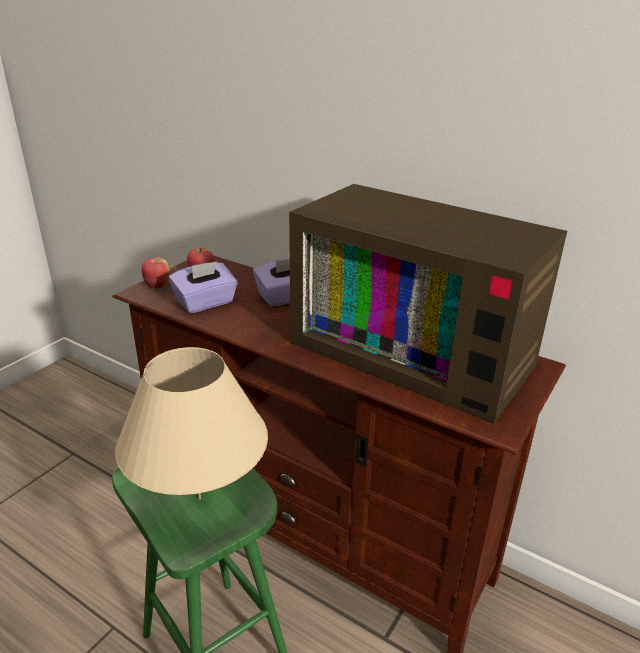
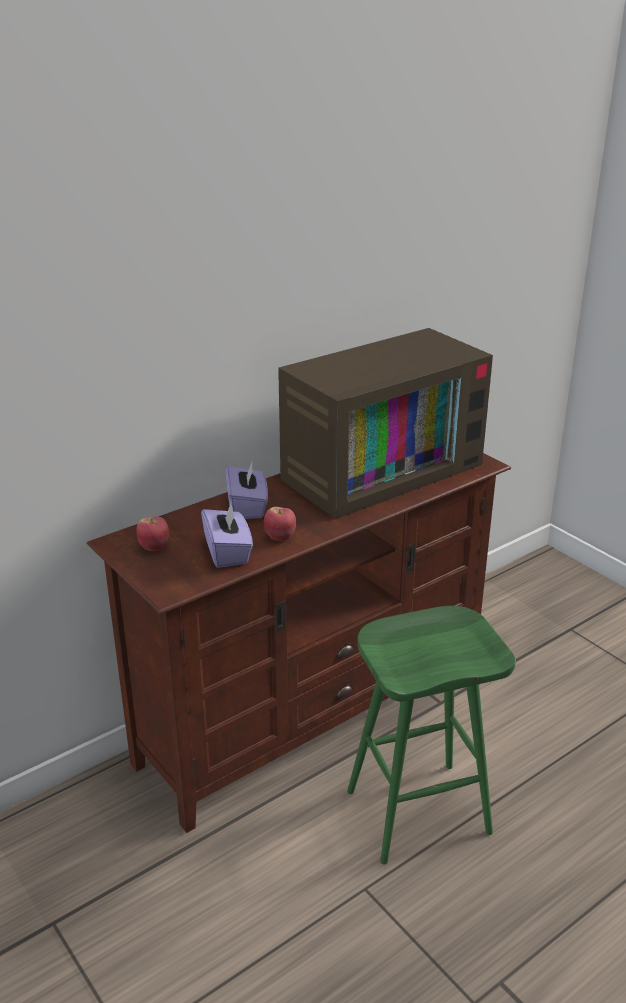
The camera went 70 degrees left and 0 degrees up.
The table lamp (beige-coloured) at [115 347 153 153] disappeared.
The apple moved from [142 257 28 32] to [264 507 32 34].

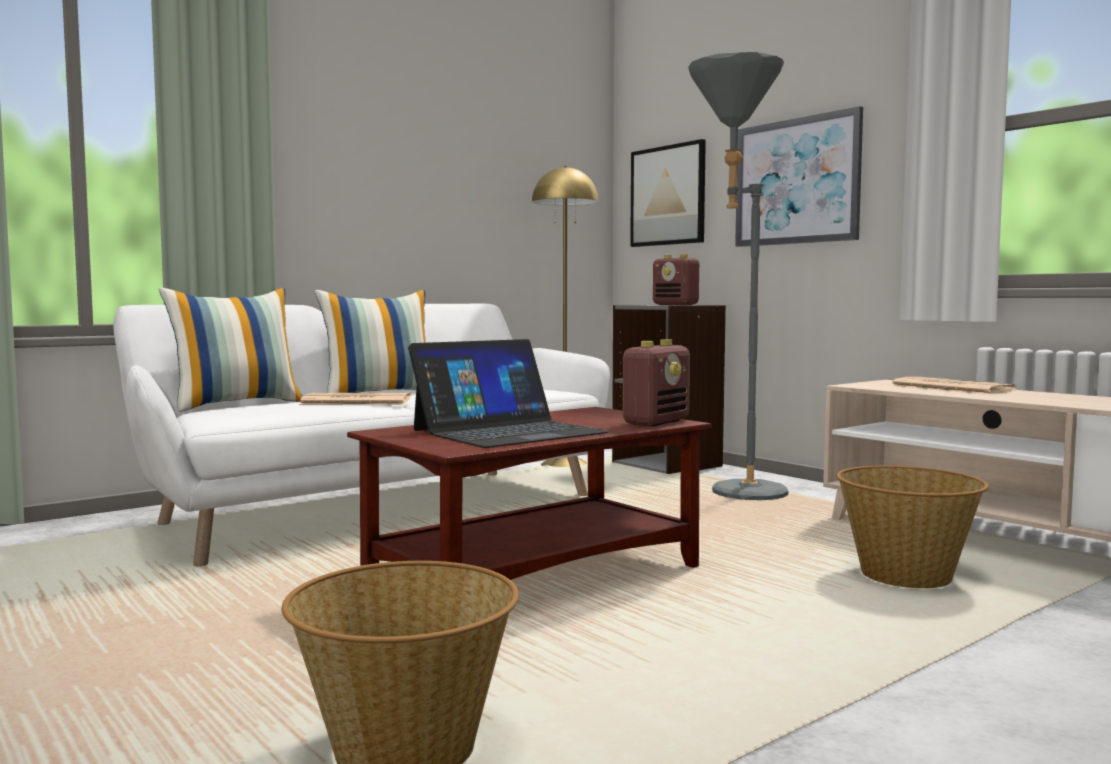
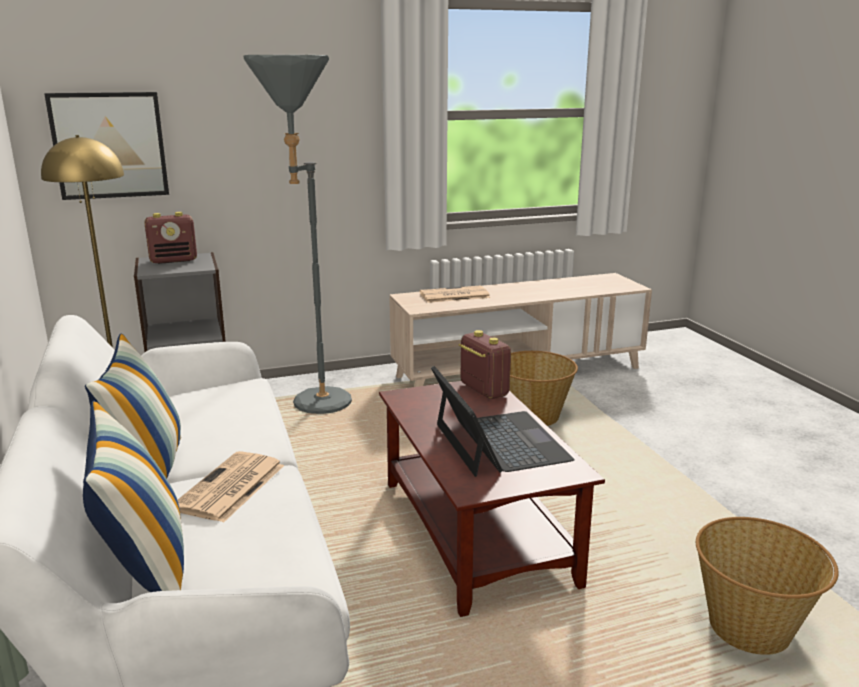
The camera went 70 degrees left and 15 degrees up.
The wall art at [735 106 128 141] disappeared.

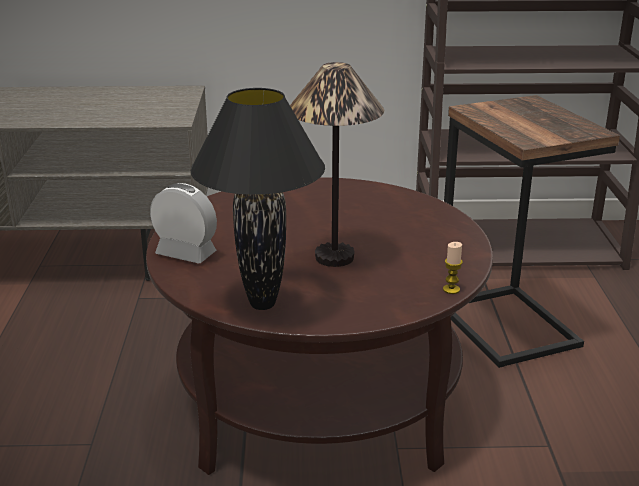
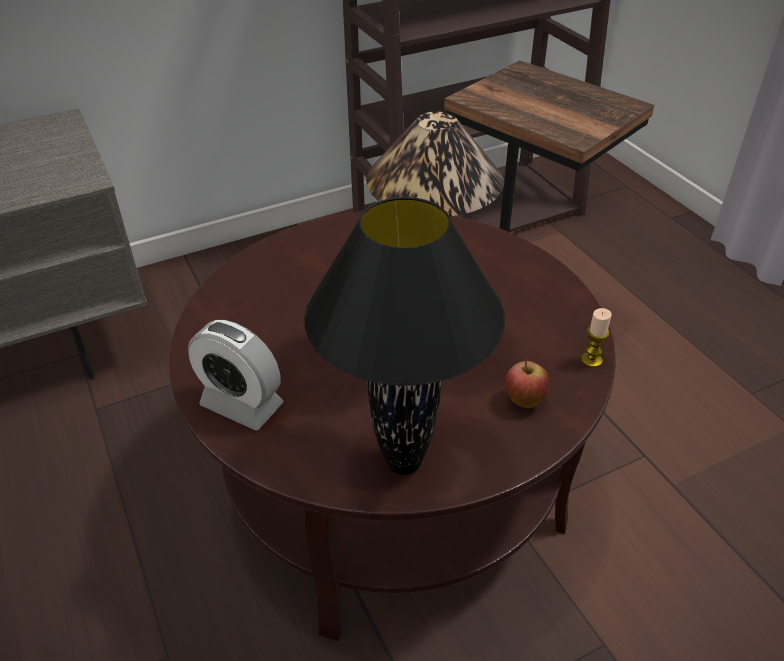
The camera went 25 degrees left and 15 degrees up.
The apple at [505 359 44 49] appeared.
The alarm clock at [150 183 67 80] turned 150 degrees counterclockwise.

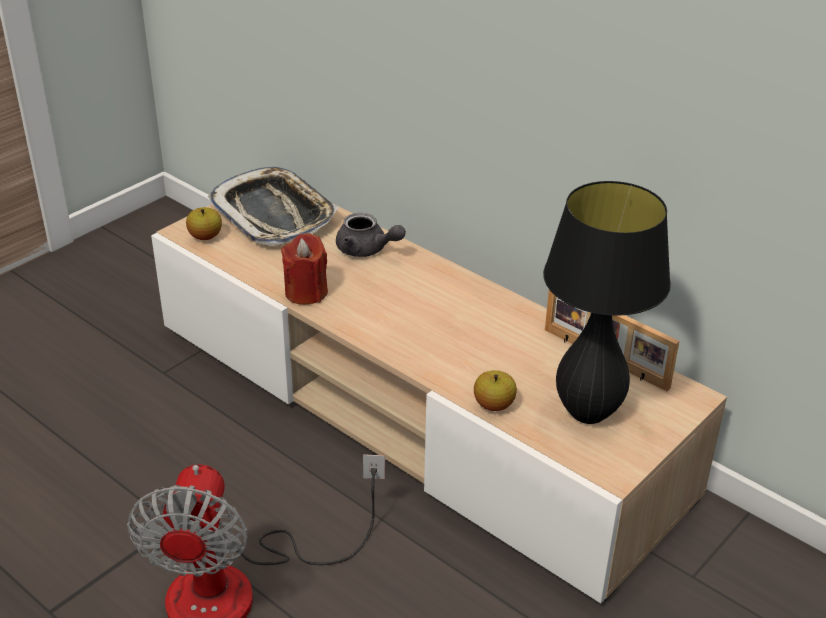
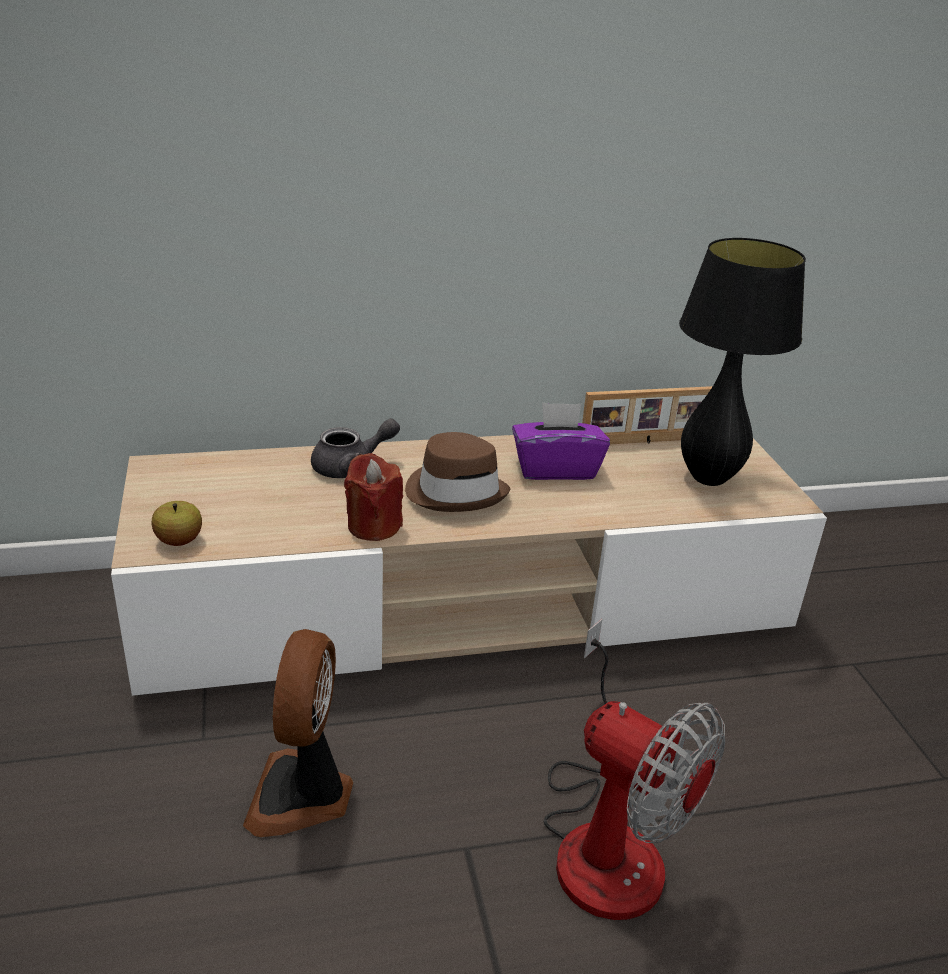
The camera went 55 degrees left and 5 degrees down.
The serving tray at [208 167 131 79] disappeared.
The apple at [474 370 43 41] disappeared.
The fan at [243 629 110 208] appeared.
The hat (brown-coloured) at [405 432 105 80] appeared.
The box of tissues (purple-coloured) at [512 402 98 78] appeared.

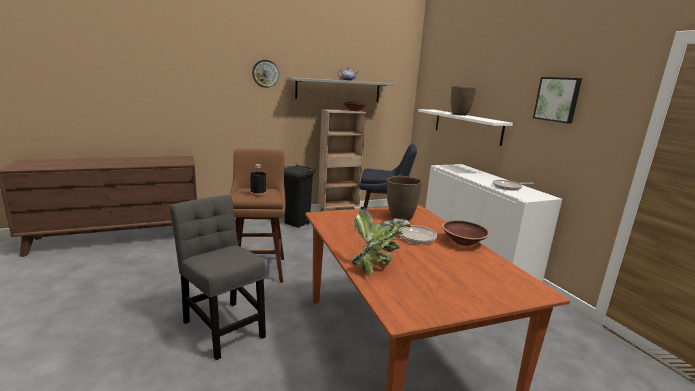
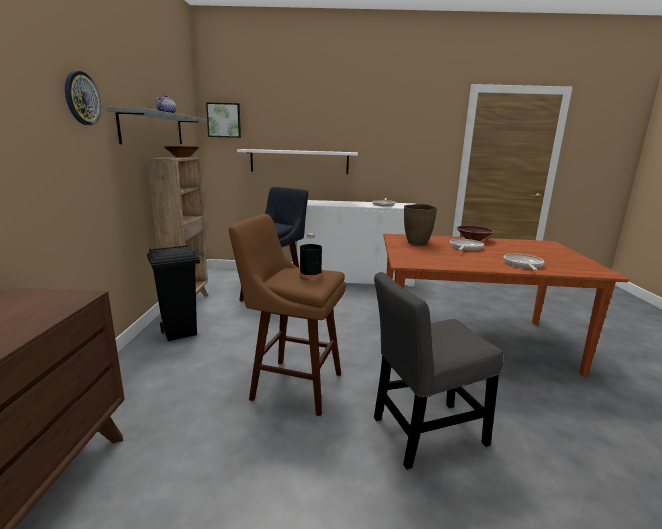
The camera went 65 degrees left and 0 degrees up.
The decorative vase (brown-coloured) at [451 86 25 30] disappeared.
The wall art moved from [533 77 49 47] to [206 102 35 36].
The plant in a pot at [352 207 58 68] was replaced by the frying pan at [504 254 40 16].

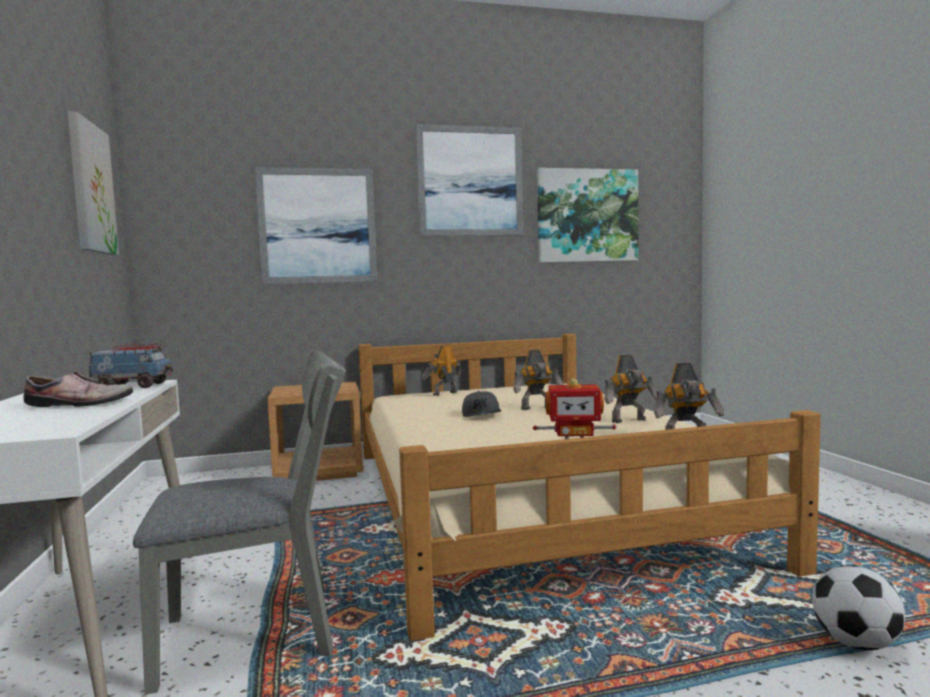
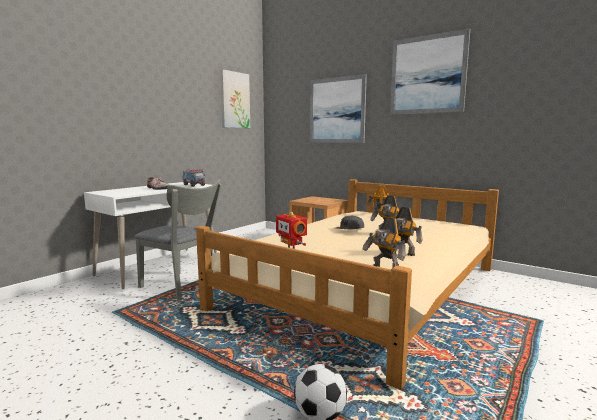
The camera went 50 degrees right and 5 degrees up.
The wall art at [537 168 101 95] disappeared.

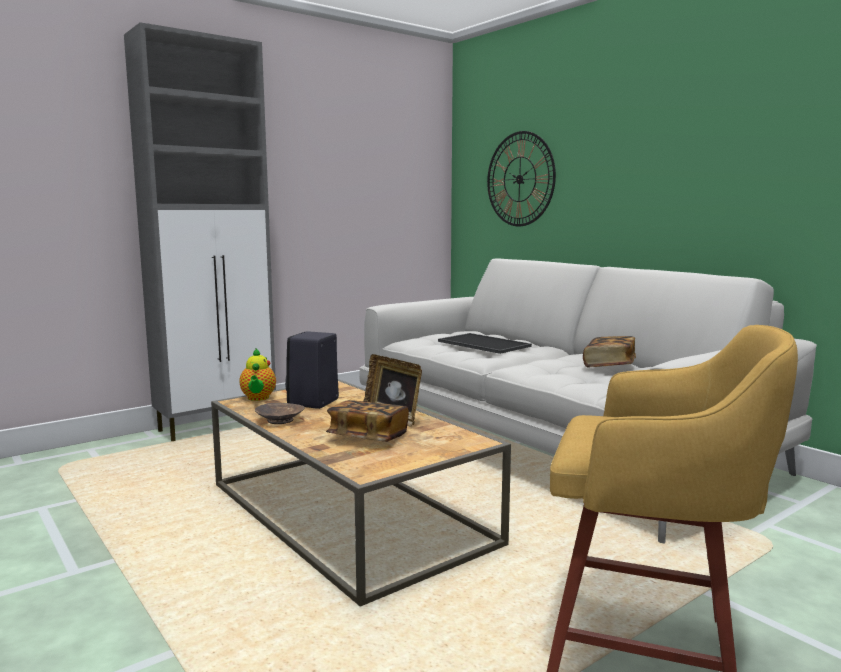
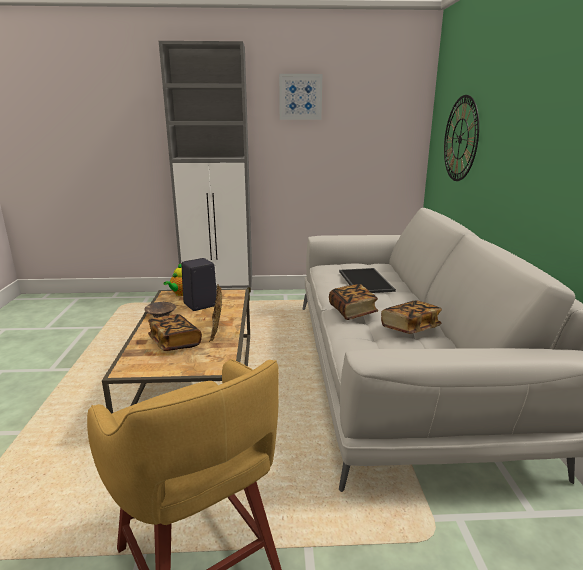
The camera went 35 degrees right and 10 degrees up.
The wall art at [279 74 43 46] appeared.
The bound book at [329 284 49 36] appeared.

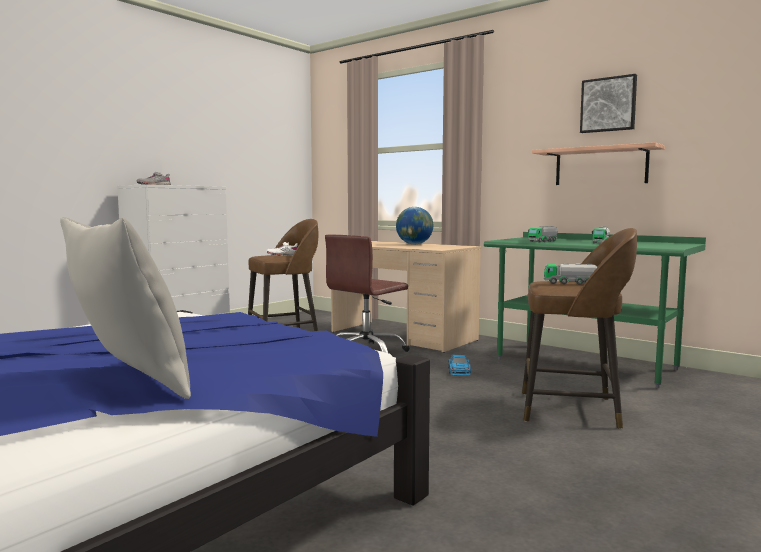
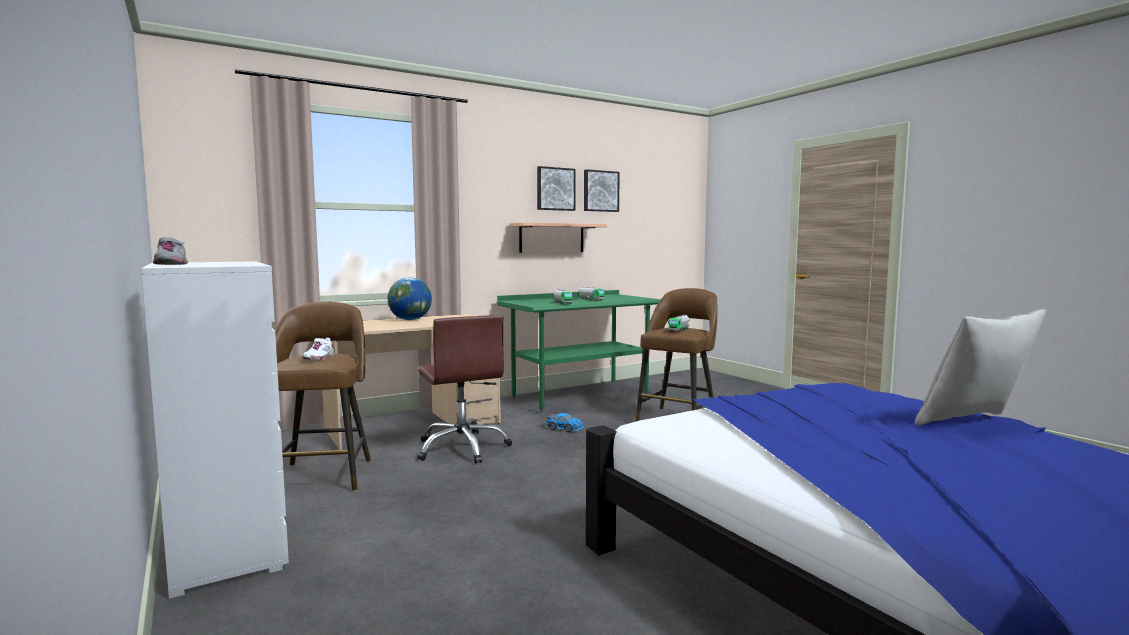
The camera went 70 degrees left and 0 degrees up.
The wall art at [584 169 36 43] appeared.

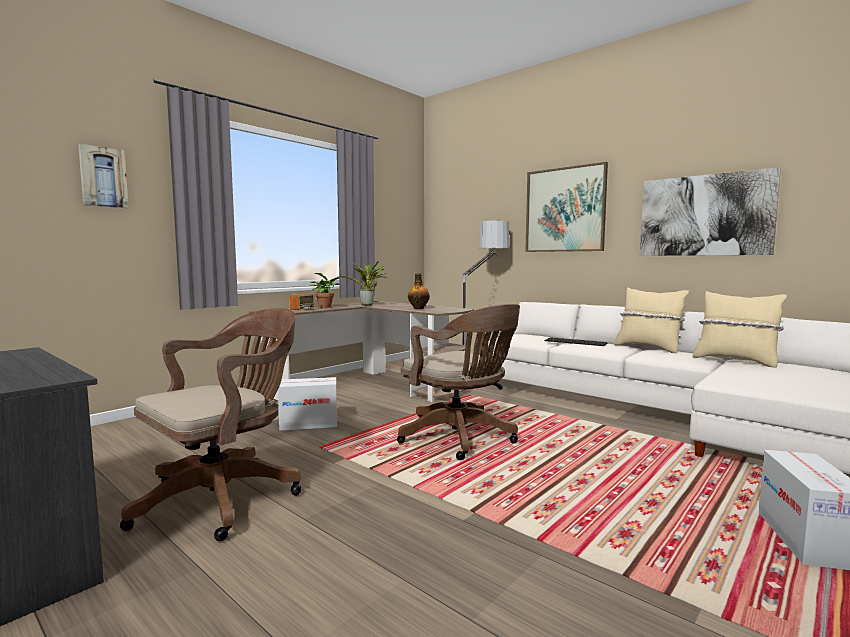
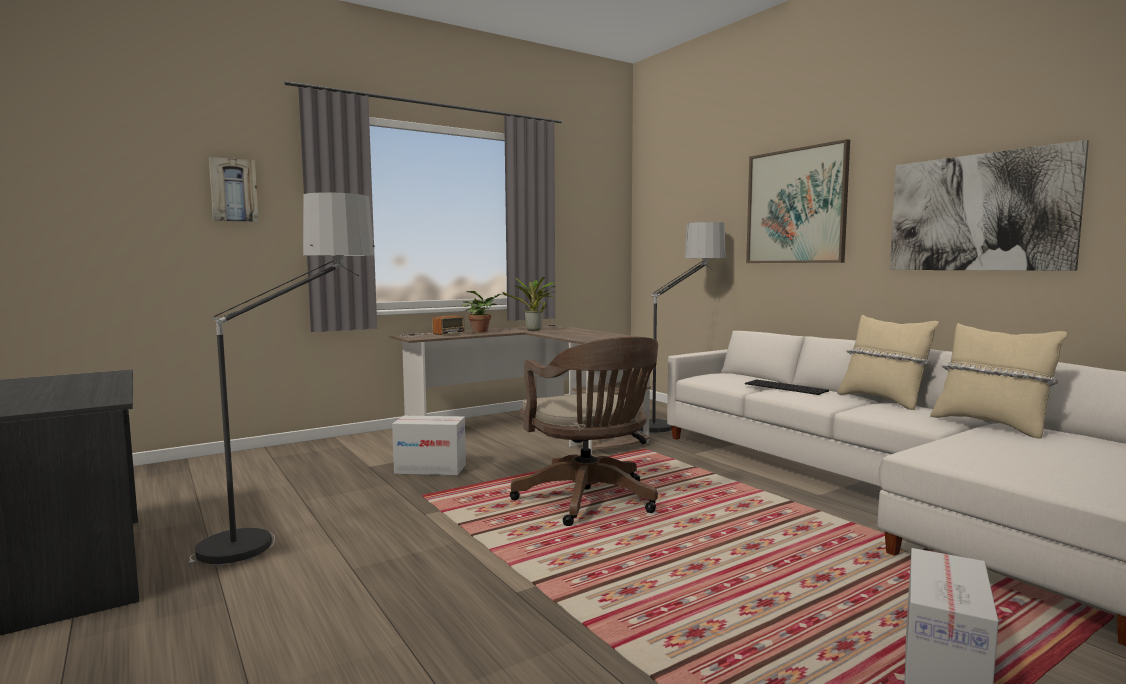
The camera went 15 degrees right and 0 degrees up.
The bottle at [408 273 22 36] disappeared.
The office chair (brown-coloured) at [120 308 182 233] was replaced by the standing lamp at [188 192 187 374].

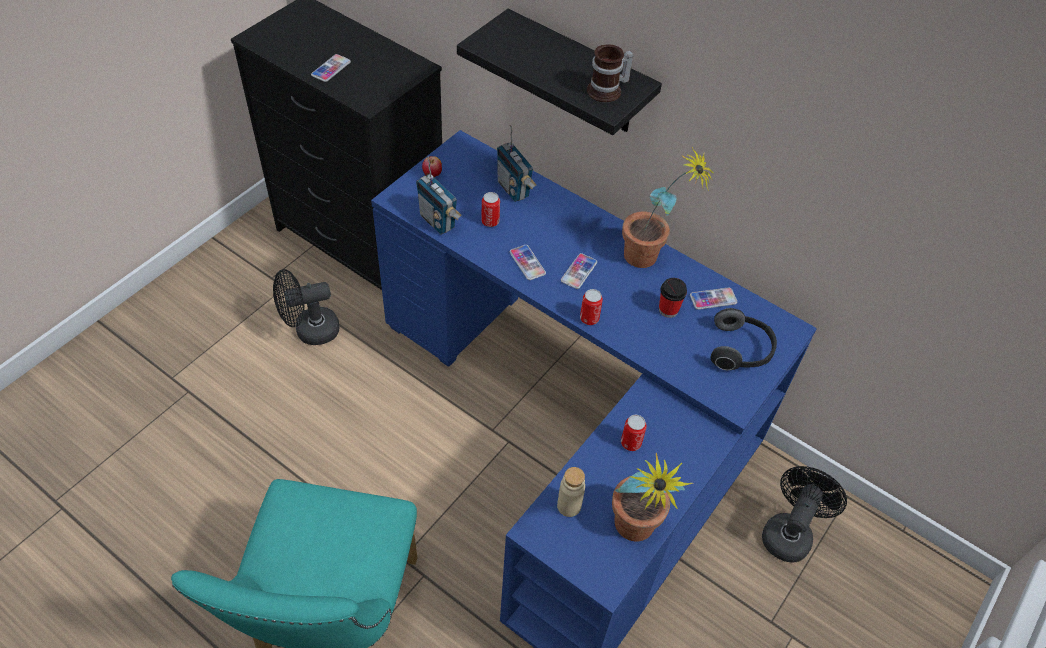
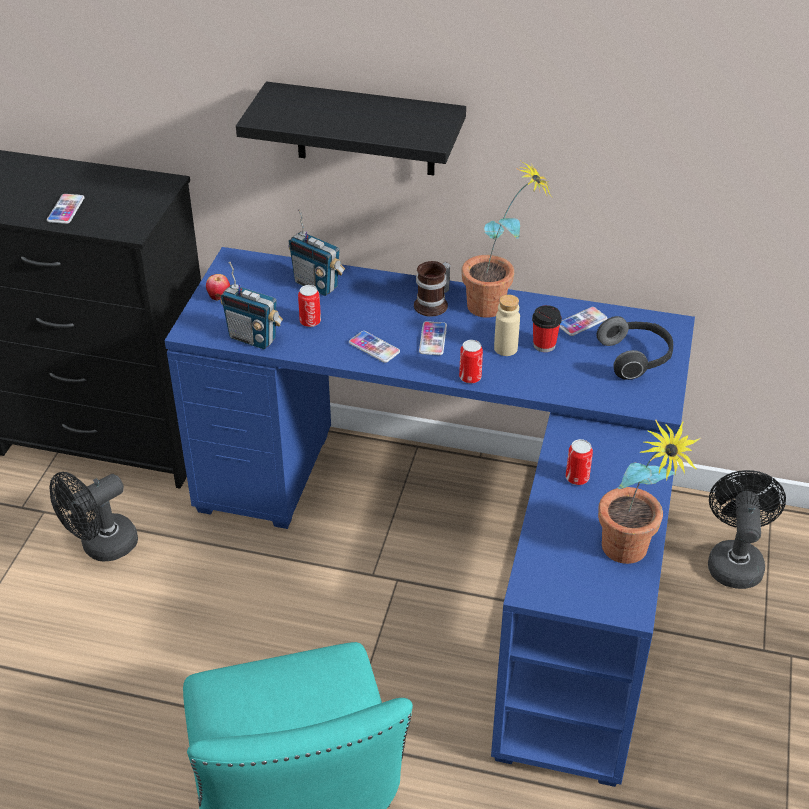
The camera went 20 degrees left and 10 degrees down.
The bottle (beige-coloured) moved from [557 467 28 50] to [494 295 26 61].
The mug moved from [587 45 47 57] to [414 261 37 56].

